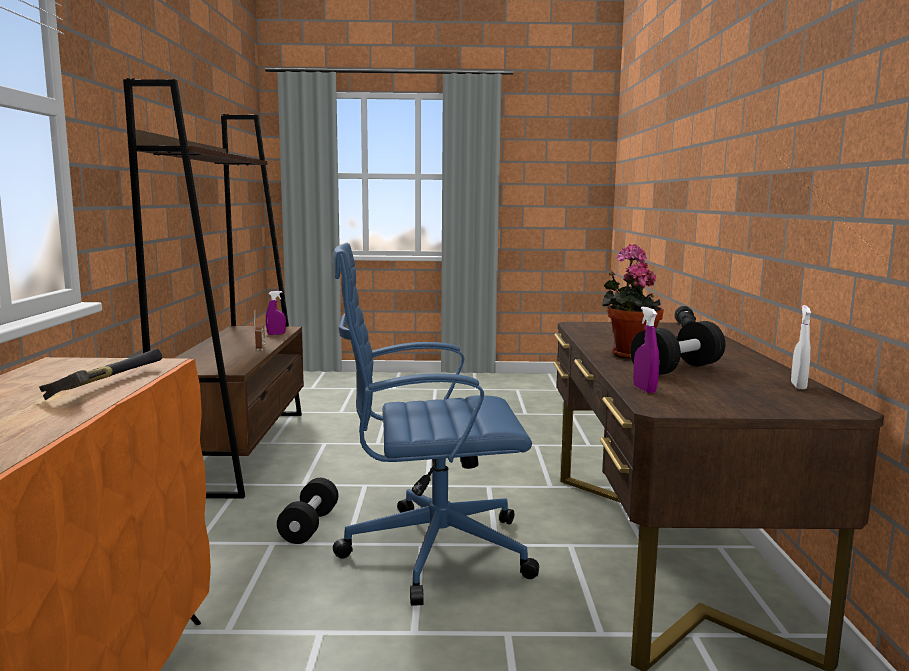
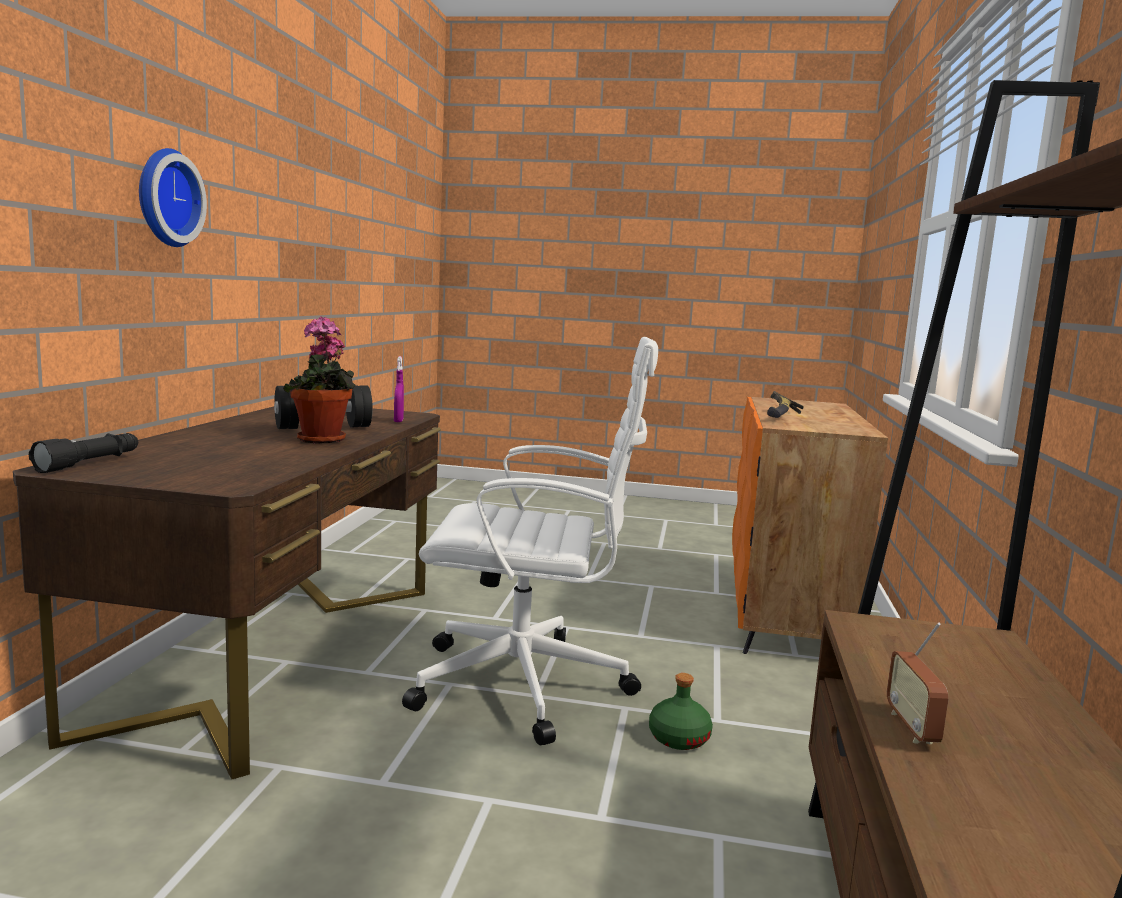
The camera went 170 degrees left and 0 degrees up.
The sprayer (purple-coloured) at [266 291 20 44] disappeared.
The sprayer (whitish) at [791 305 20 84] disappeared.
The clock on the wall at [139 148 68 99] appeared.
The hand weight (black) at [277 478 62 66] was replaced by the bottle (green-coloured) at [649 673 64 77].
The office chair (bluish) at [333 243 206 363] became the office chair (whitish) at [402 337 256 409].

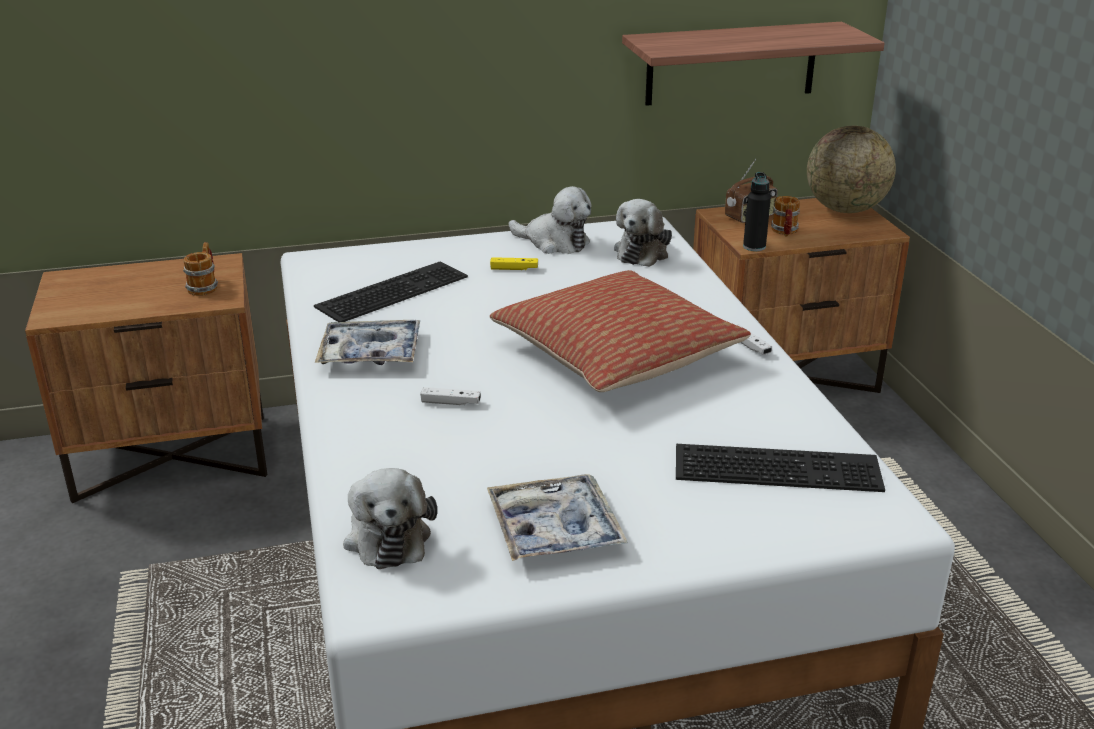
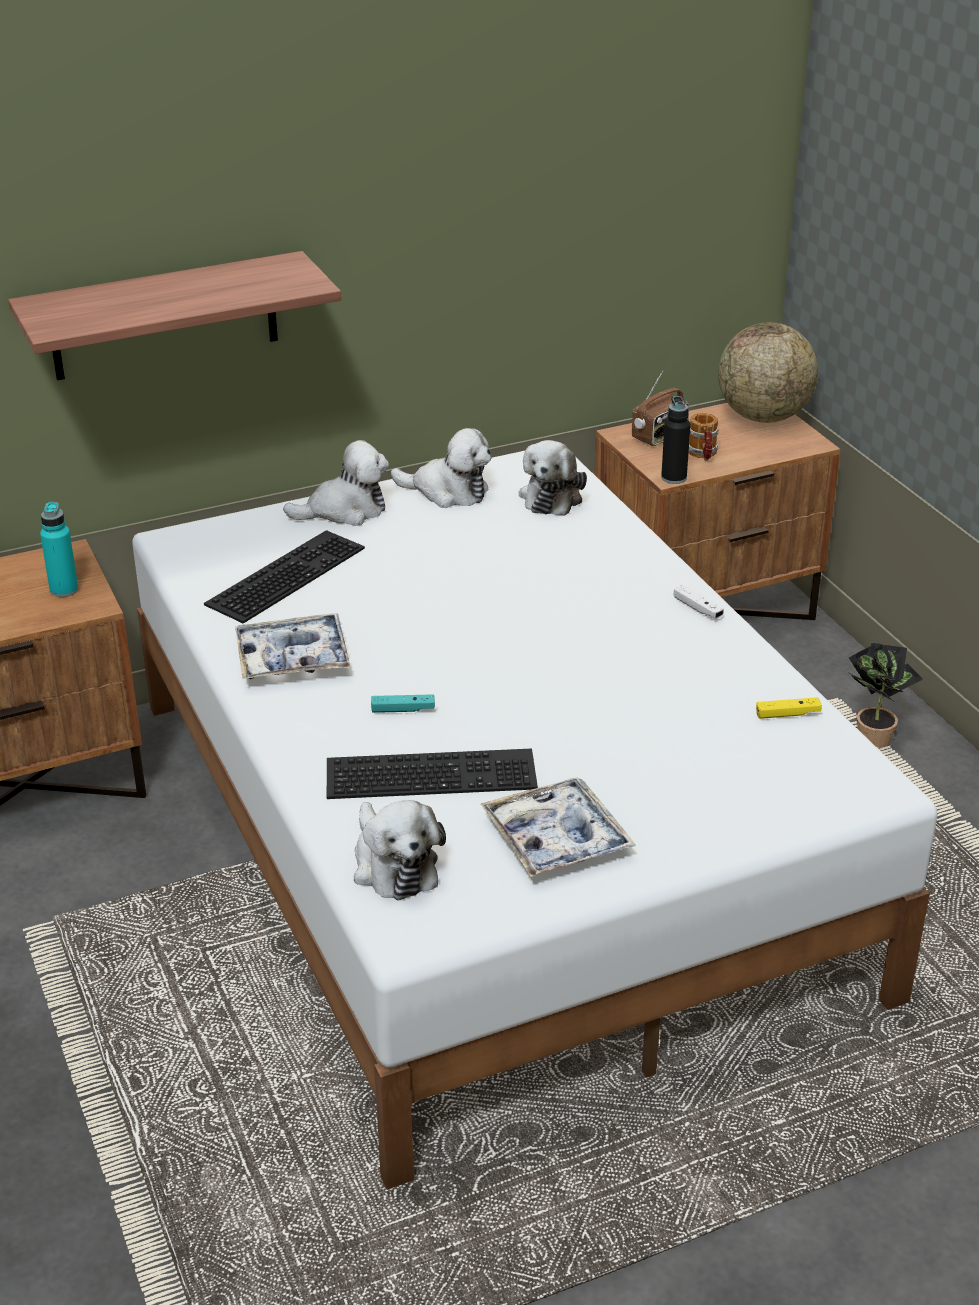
The camera went 10 degrees left and 5 degrees up.
The throw pillow at [490 270 261 122] disappeared.
The cuddly toy at [283 440 106 86] appeared.
The plant in a pot at [846 643 77 106] appeared.
The joypad (yellow-coloured) moved from [490 257 48 13] to [756 697 66 22].
The shelf moved from [622 22 263 84] to [8 251 333 129].
The computer keyboard moved from [676 444 209 48] to [327 748 211 51].
The mug at [183 242 35 54] was replaced by the bottle (blue-green) at [40 502 39 95].
The joypad (whitish) at [420 387 61 18] became the joypad (blue-green) at [371 694 64 19].

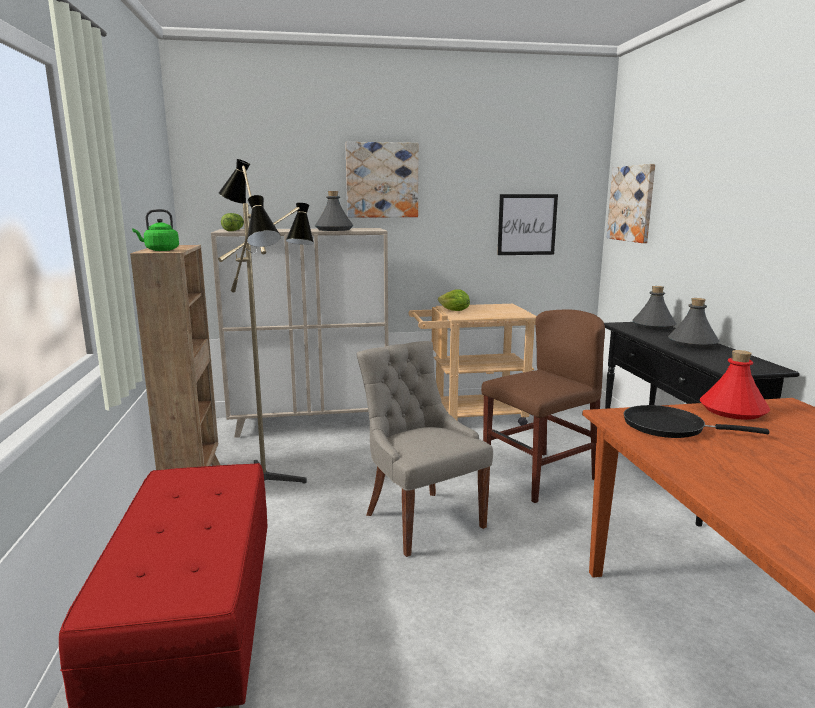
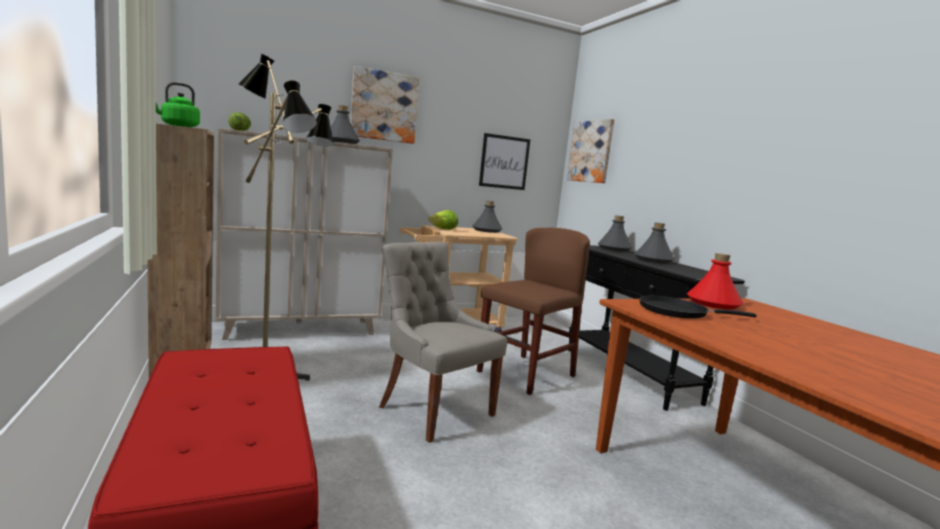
The camera went 15 degrees left and 5 degrees down.
The bottle (gray) at [473 201 29 32] appeared.

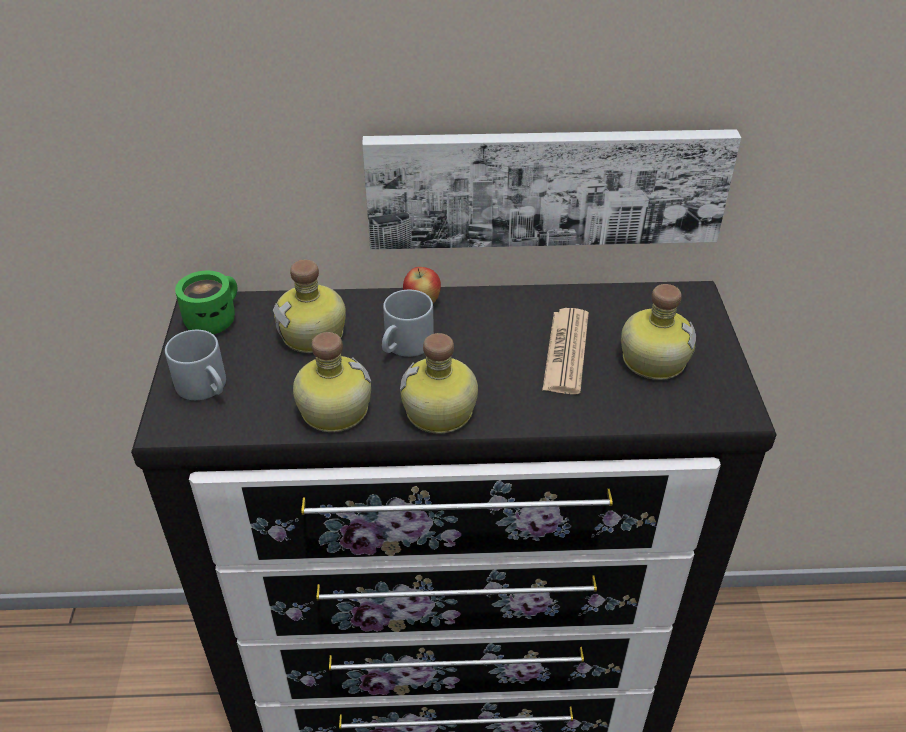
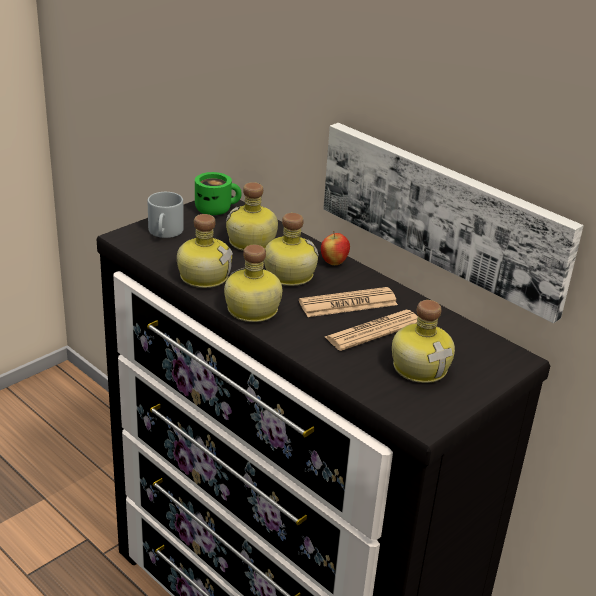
The camera went 45 degrees right and 10 degrees down.
The newspaper at [299 287 99 30] appeared.
The mug (gray) at [382 290 52 67] was replaced by the bottle at [264 213 55 73].

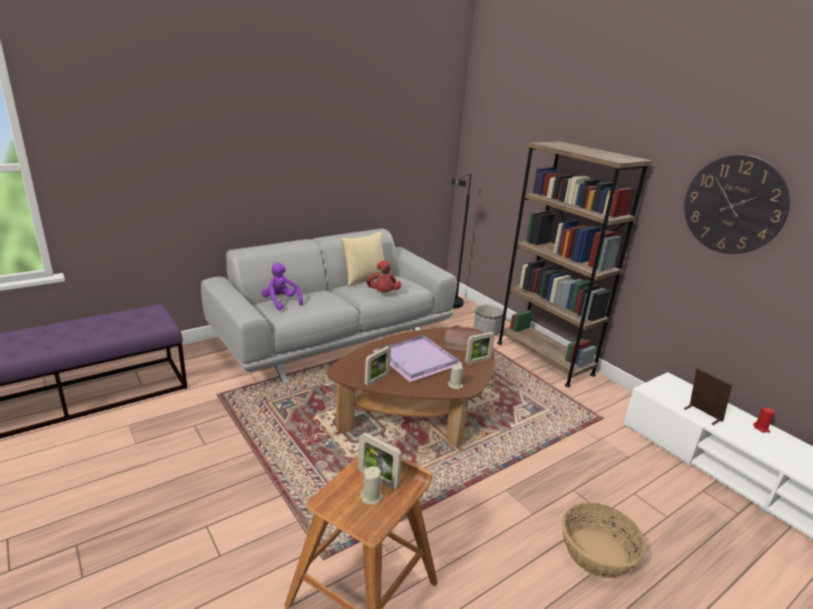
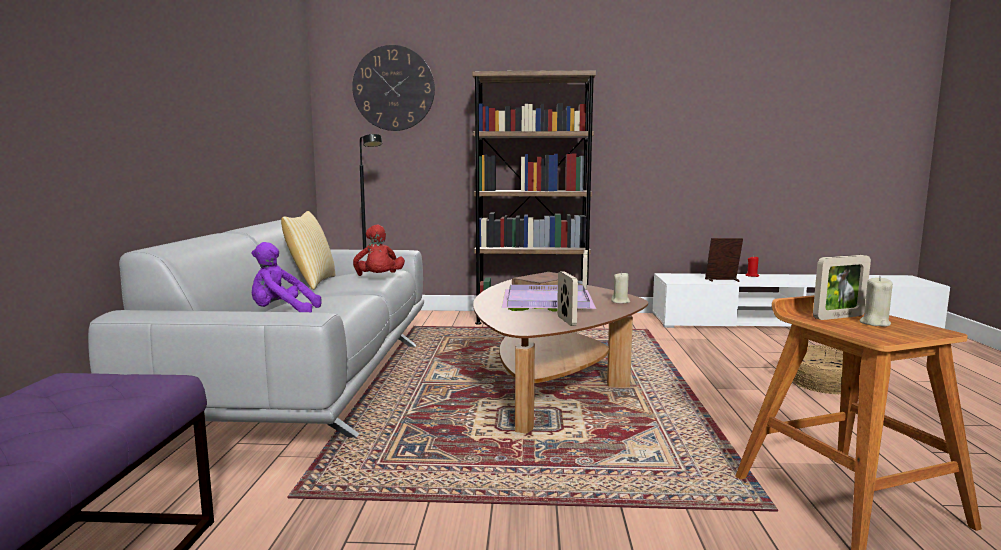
The camera went 50 degrees left and 15 degrees down.
The planter at [474 305 29 30] disappeared.
The clock on the wall moved from [684 155 106 99] to [352 45 83 86].
The cuddly toy (red) at [366 261 35 31] turned 45 degrees clockwise.

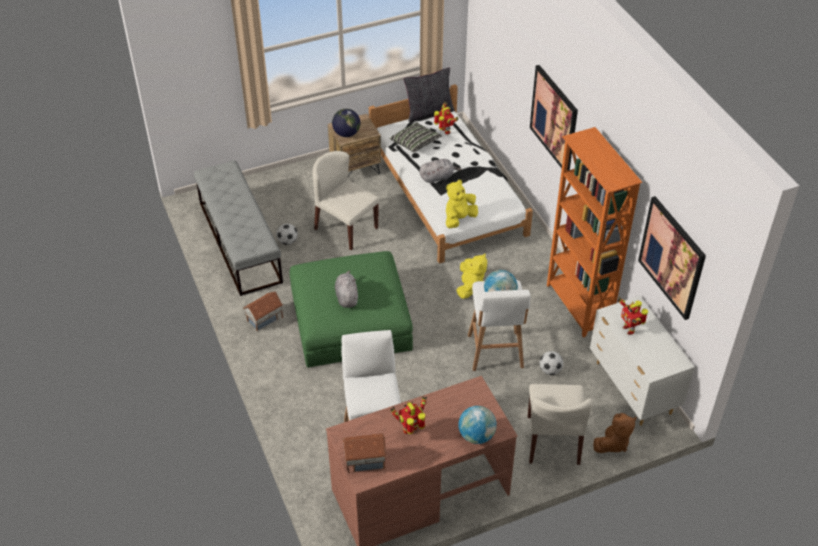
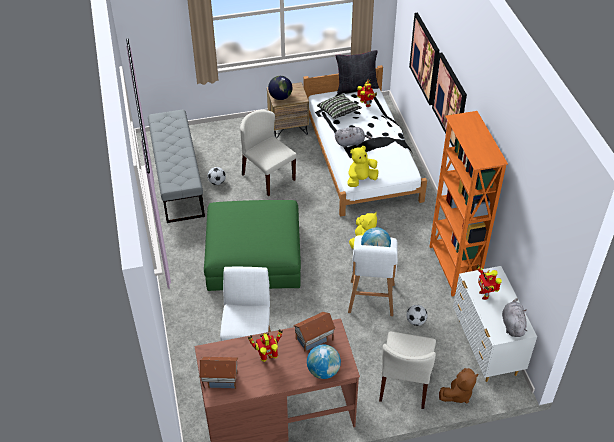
The camera went 10 degrees right and 0 degrees up.
The miniature house moved from [243 291 40 40] to [293 312 43 40].
The cuddly toy (gray) moved from [335 271 23 37] to [502 299 26 38].
The wall art moved from [638 196 68 124] to [409 13 30 92].

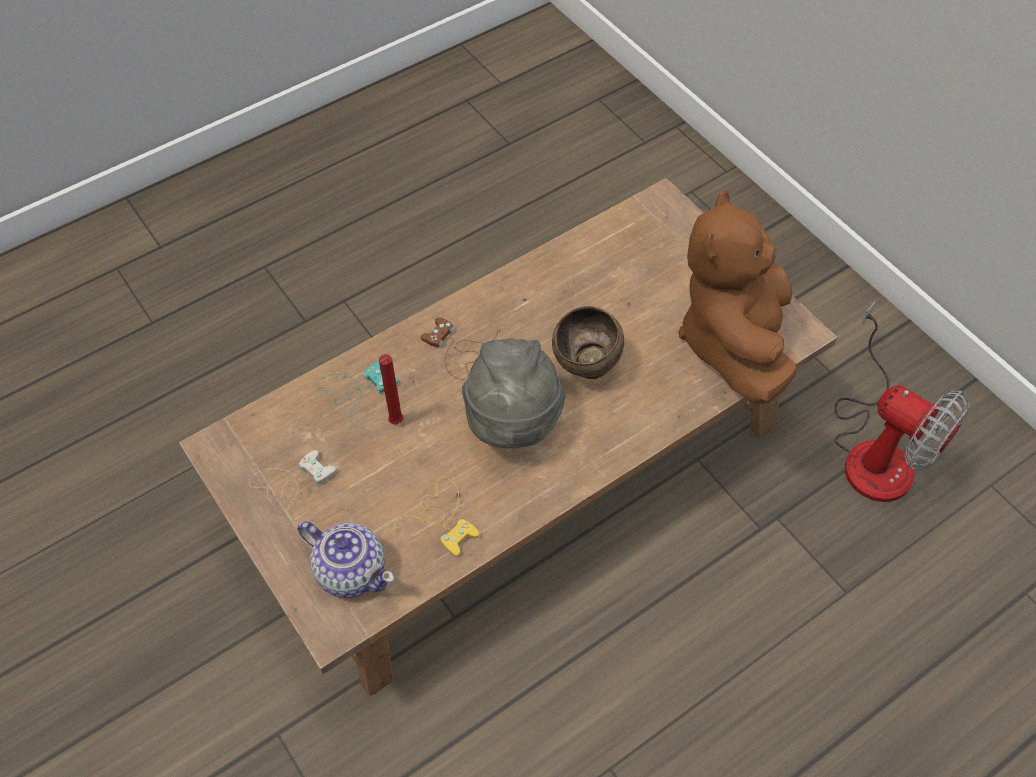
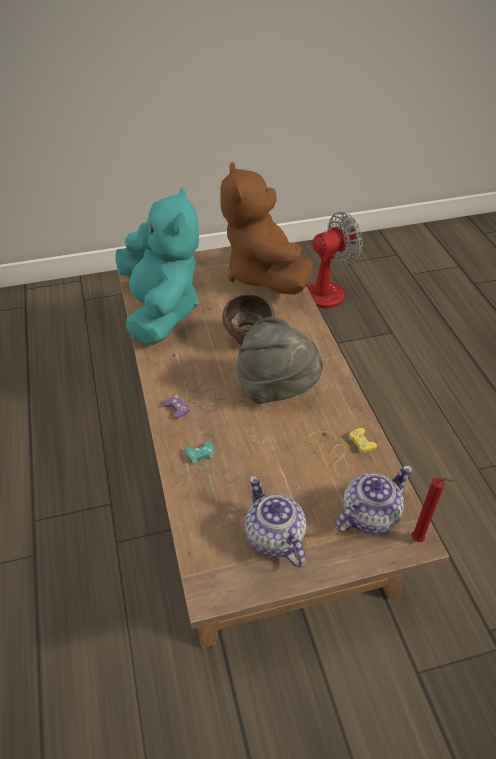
The camera went 70 degrees left and 10 degrees down.
The cuddly toy (blue-green) at [115 187 84 158] appeared.
The wax light (red) moved from [379 354 24 70] to [411 478 43 64].
The joypad (whitish) at [249 450 87 74] was replaced by the tea pot at [245 476 61 91].
The joypad (brown-coloured) at [421 317 77 63] became the joypad (purple-coloured) at [163 373 65 46].
The cuddly toy (brown-coloured) at [678 189 118 215] turned 45 degrees clockwise.

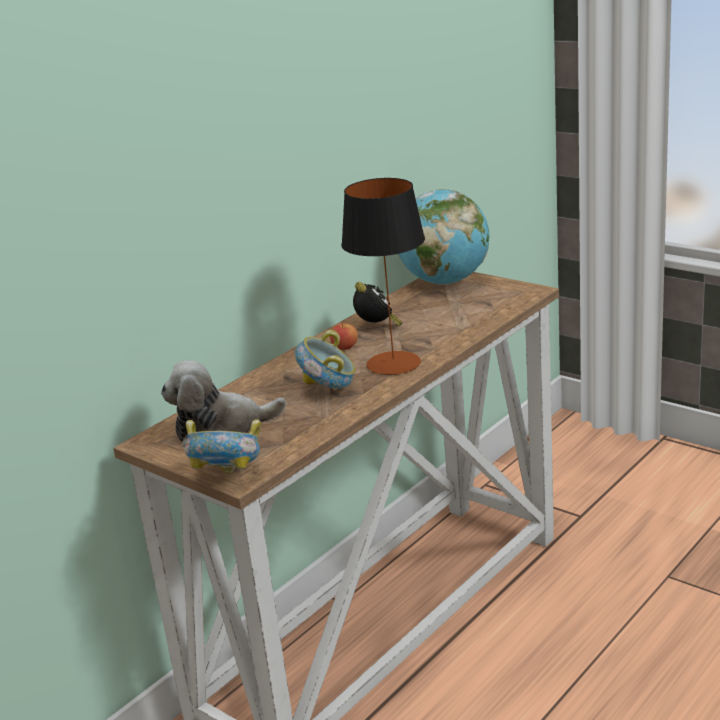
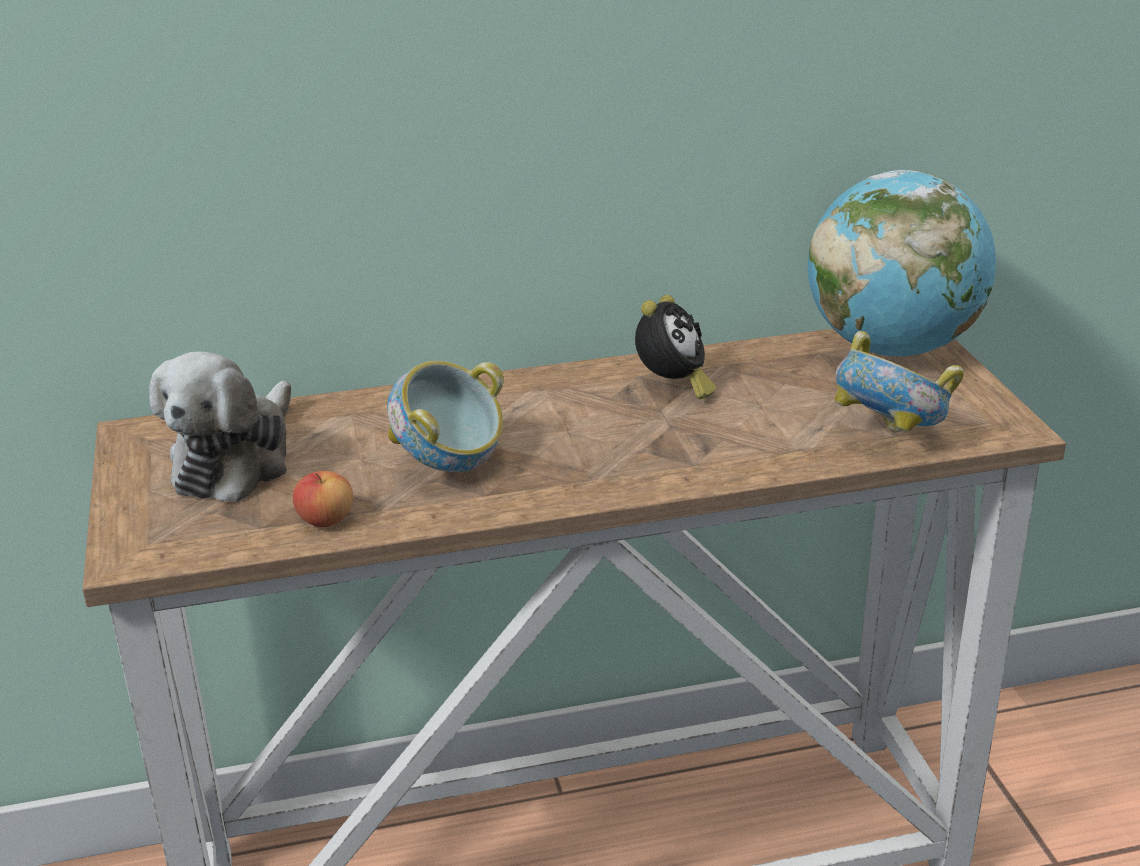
The camera went 35 degrees right and 5 degrees up.
The table lamp at [341 178 84 197] disappeared.
The serving bowl moved from [185 419 76 54] to [835 331 129 101].
The apple moved from [330 323 28 27] to [293 471 60 56].
The cuddly toy at [161 360 125 88] turned 90 degrees counterclockwise.

